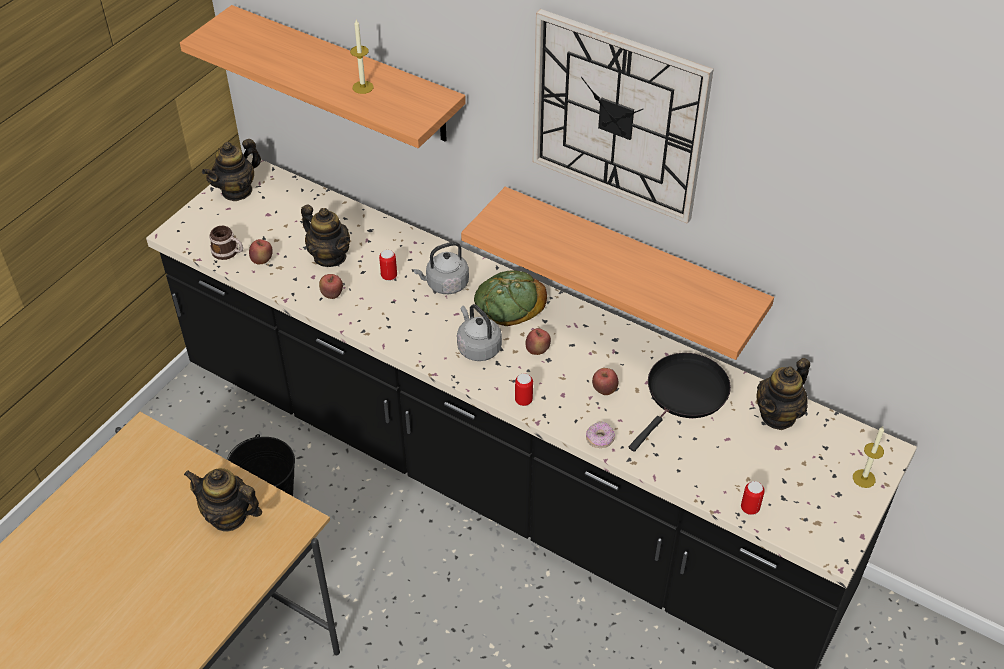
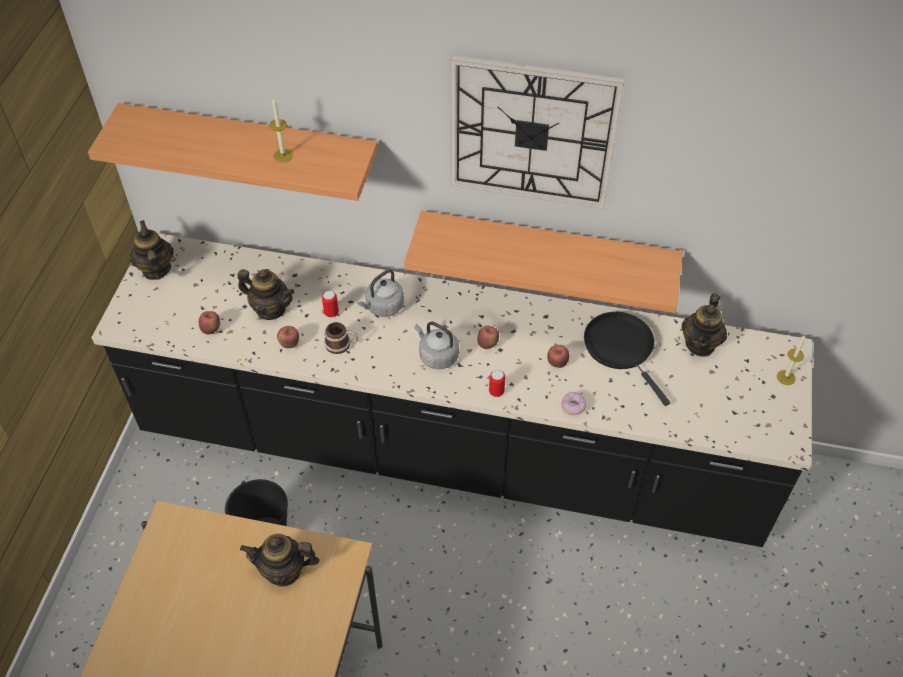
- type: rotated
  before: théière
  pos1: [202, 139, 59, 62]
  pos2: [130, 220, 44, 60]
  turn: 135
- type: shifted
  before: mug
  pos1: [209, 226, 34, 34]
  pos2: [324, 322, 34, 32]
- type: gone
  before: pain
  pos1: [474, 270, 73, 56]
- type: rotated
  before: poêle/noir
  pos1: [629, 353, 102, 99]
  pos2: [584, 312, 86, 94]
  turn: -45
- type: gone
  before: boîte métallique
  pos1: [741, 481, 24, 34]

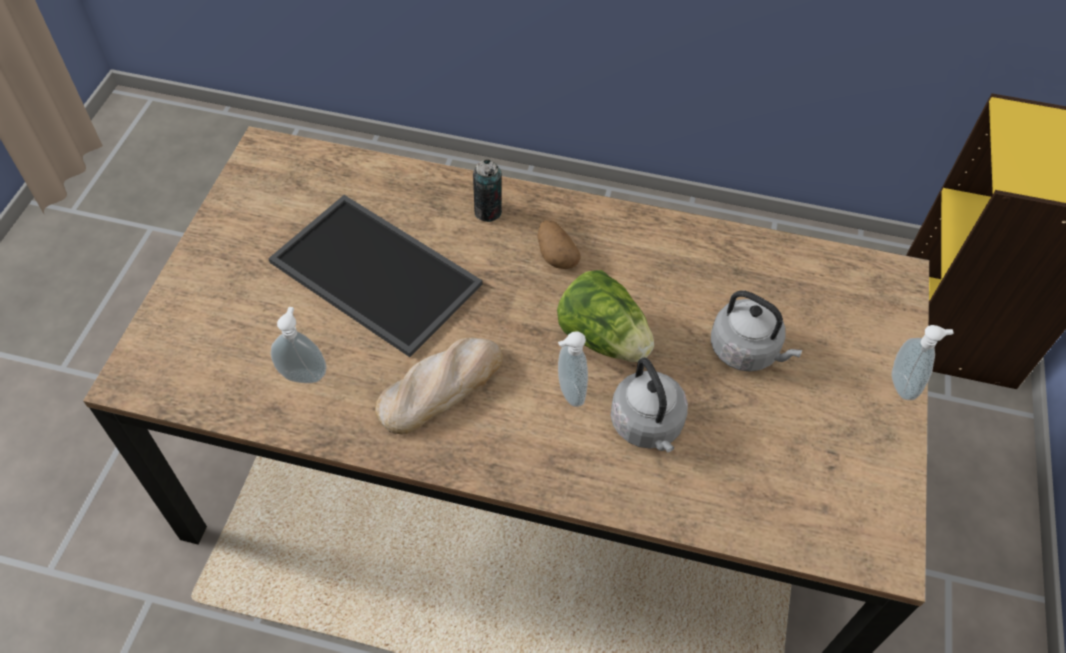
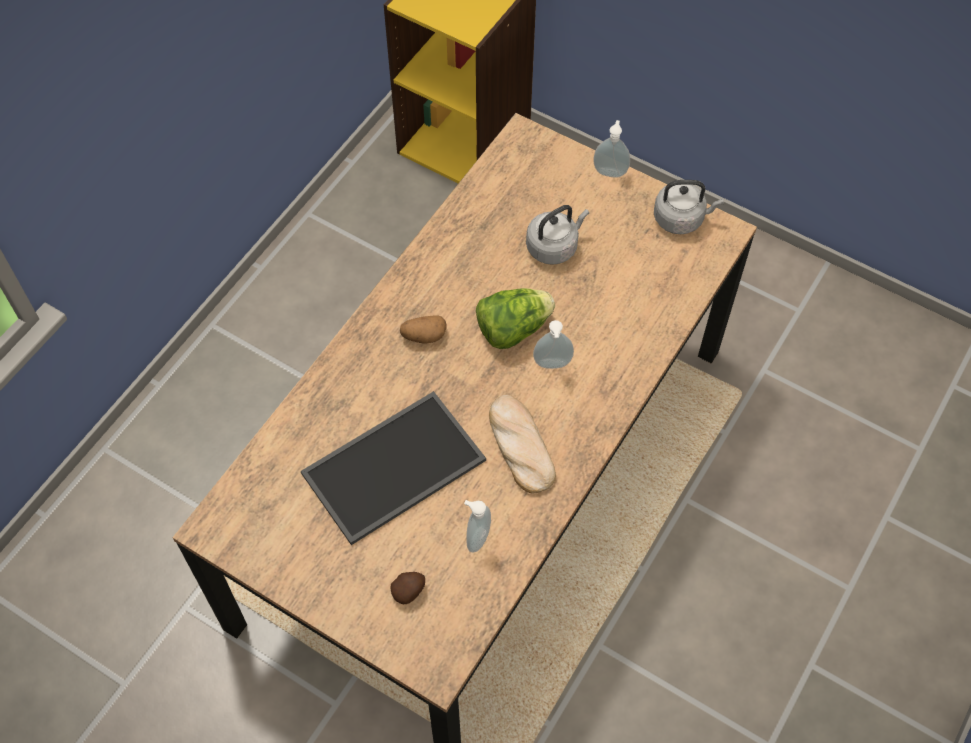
- type: gone
  before: boîte métallique
  pos1: [473, 159, 29, 63]
- type: shifted
  before: bouilloire/gris
  pos1: [611, 358, 77, 94]
  pos2: [654, 180, 70, 54]
- type: new
  after: pomme de terre
  pos2: [390, 572, 35, 32]

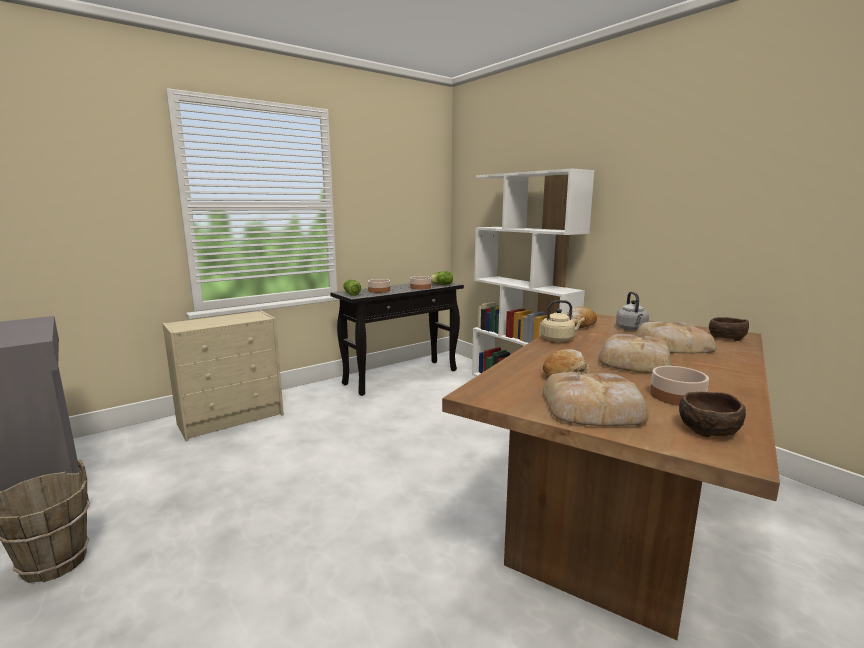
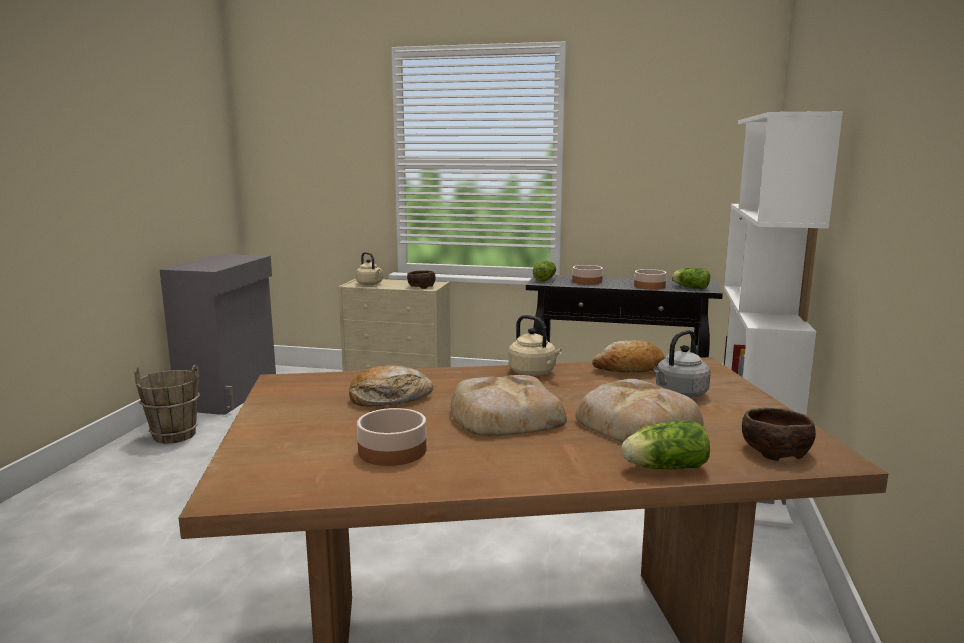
- type: gone
  before: pain
  pos1: [543, 372, 106, 54]
- type: shifted
  before: bol/marron
  pos1: [679, 392, 67, 45]
  pos2: [407, 270, 29, 19]
- type: new
  after: bouilloire/beige
  pos2: [356, 252, 26, 33]
- type: new
  after: laitue
  pos2: [622, 421, 88, 49]

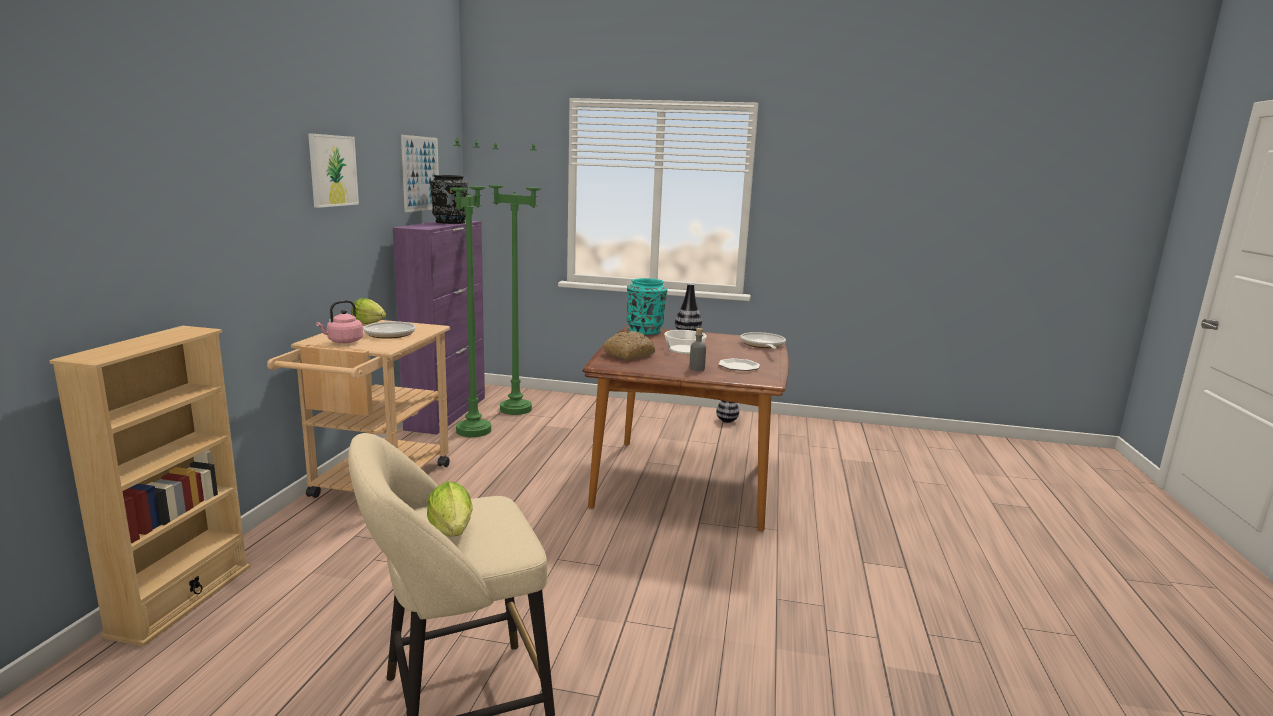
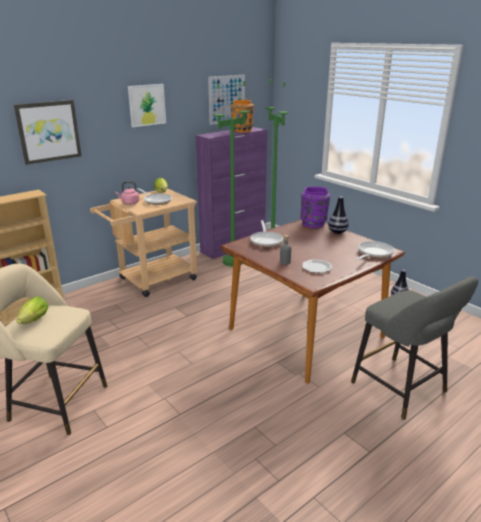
- type: repainted
  before: vase/noir
  after: vase/orange
  pos1: [430, 175, 38, 49]
  pos2: [231, 100, 23, 32]
- type: swapped
  before: pain
  after: poêle
  pos1: [603, 331, 52, 29]
  pos2: [250, 220, 33, 27]
- type: repainted
  before: vase/turquoise
  after: vase/violet
  pos1: [626, 278, 41, 57]
  pos2: [300, 186, 31, 42]
- type: gone
  before: bol
  pos1: [664, 330, 43, 24]
- type: new
  after: tableau
  pos2: [14, 100, 67, 65]
- type: new
  after: tabouret/gris
  pos2: [351, 276, 127, 144]

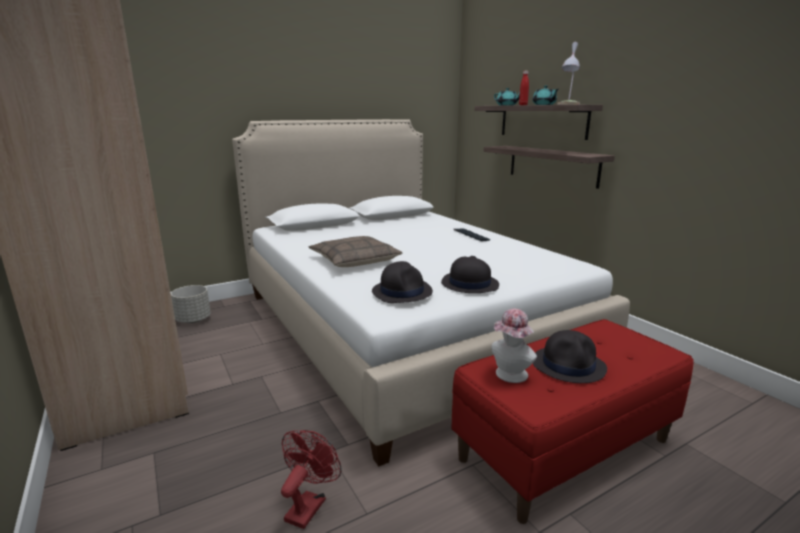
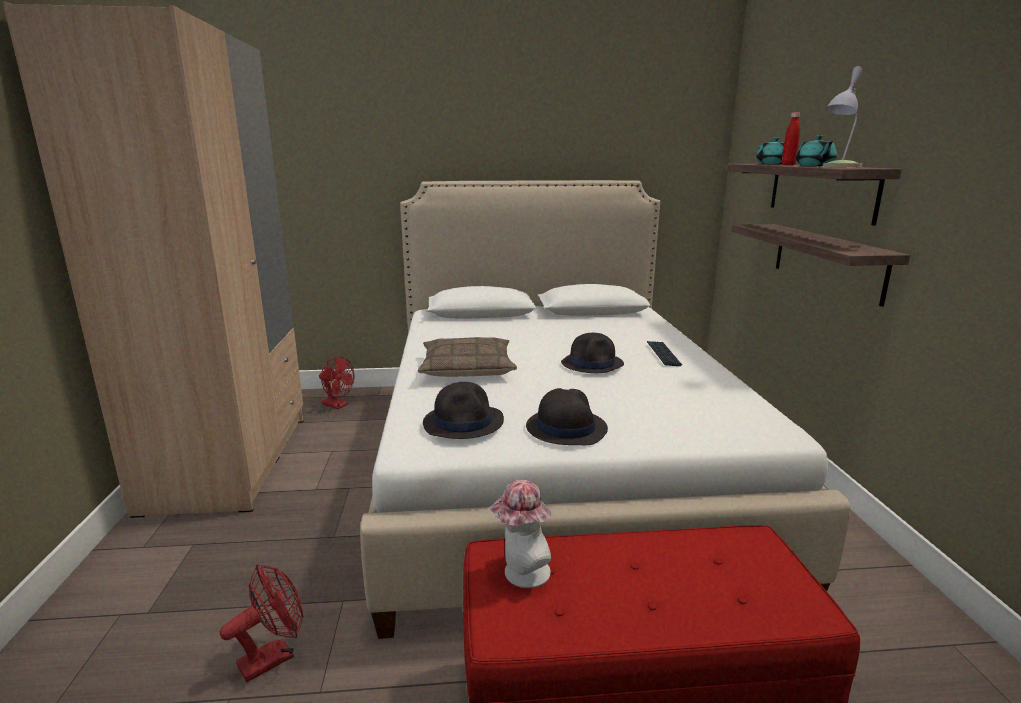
- type: swapped
  before: cache-pot/gris
  after: ventilateur/rouge
  pos1: [171, 285, 40, 38]
  pos2: [319, 356, 35, 53]
- type: shifted
  before: chapeau/noir
  pos1: [533, 330, 74, 53]
  pos2: [561, 333, 63, 40]

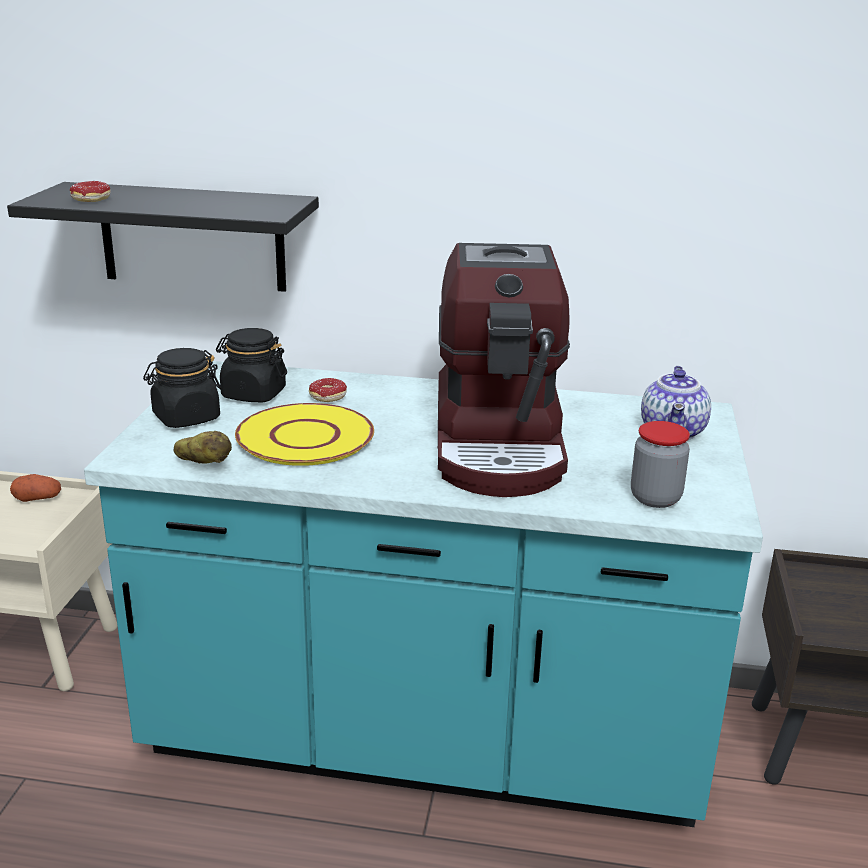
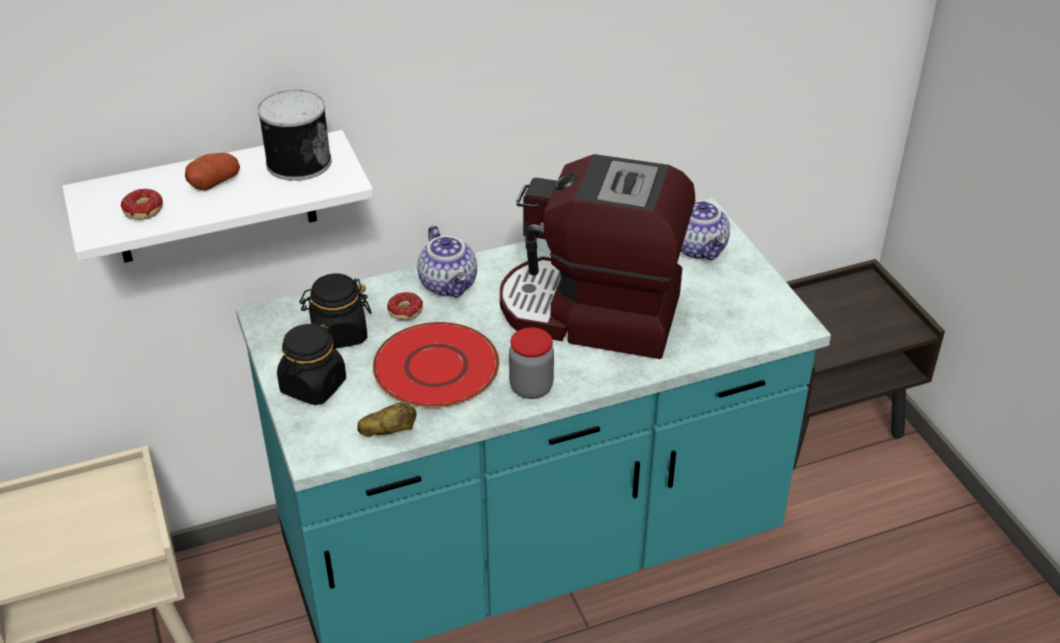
- type: repainted
  before: étagère/noir
  after: étagère/blanc
  pos1: [7, 182, 312, 110]
  pos2: [62, 130, 312, 133]
- type: shifted
  before: pomme de terre
  pos1: [10, 474, 51, 28]
  pos2: [185, 153, 55, 37]
- type: repainted
  before: assiette/jaune
  after: assiette/rouge
  pos1: [235, 403, 139, 63]
  pos2: [373, 322, 126, 86]
- type: rotated
  before: machine à café
  pos1: [438, 243, 132, 254]
  pos2: [500, 154, 195, 205]
  turn: 135
- type: shifted
  before: bocal
  pos1: [631, 421, 59, 87]
  pos2: [509, 327, 45, 72]
- type: new
  after: boîte métallique
  pos2: [257, 89, 75, 92]
- type: new
  after: théière
  pos2: [417, 225, 60, 72]

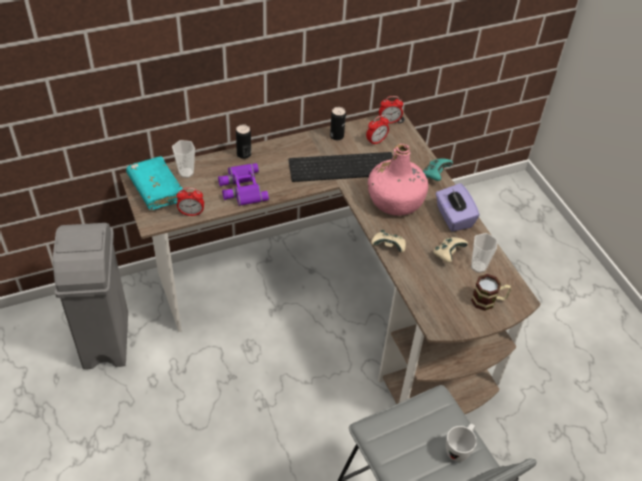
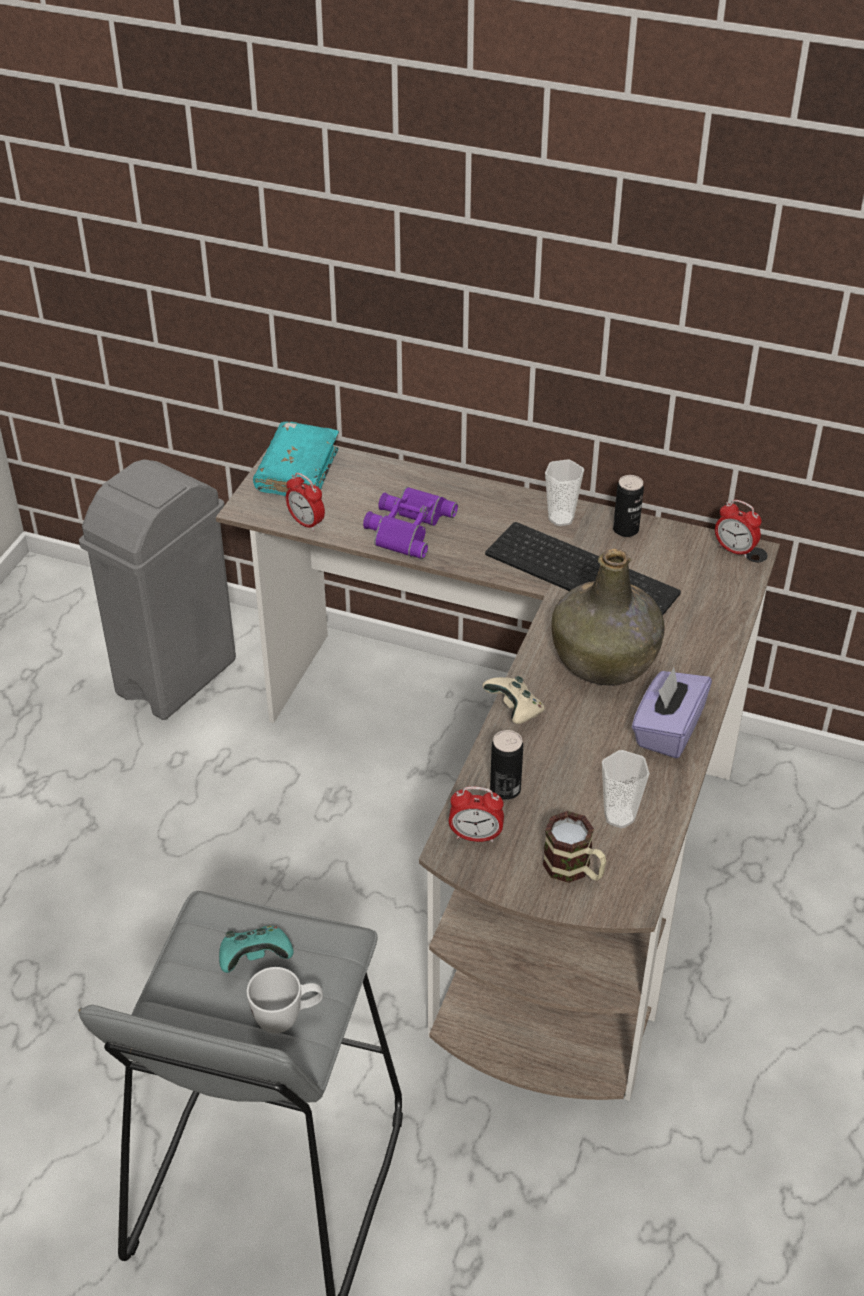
- type: shifted
  before: tasse
  pos1: [172, 140, 23, 38]
  pos2: [545, 459, 39, 67]
- type: shifted
  before: boîte métallique
  pos1: [236, 124, 15, 35]
  pos2: [490, 730, 33, 70]
- type: shifted
  before: réveil
  pos1: [366, 115, 23, 31]
  pos2: [449, 786, 55, 56]
- type: repainted
  before: bouteille/rose
  after: bouteille/vert
  pos1: [368, 144, 60, 72]
  pos2: [551, 549, 114, 137]
- type: shifted
  before: manette/turquoise
  pos1: [423, 159, 30, 22]
  pos2: [219, 926, 74, 47]
- type: gone
  before: manette/beige
  pos1: [433, 237, 35, 26]

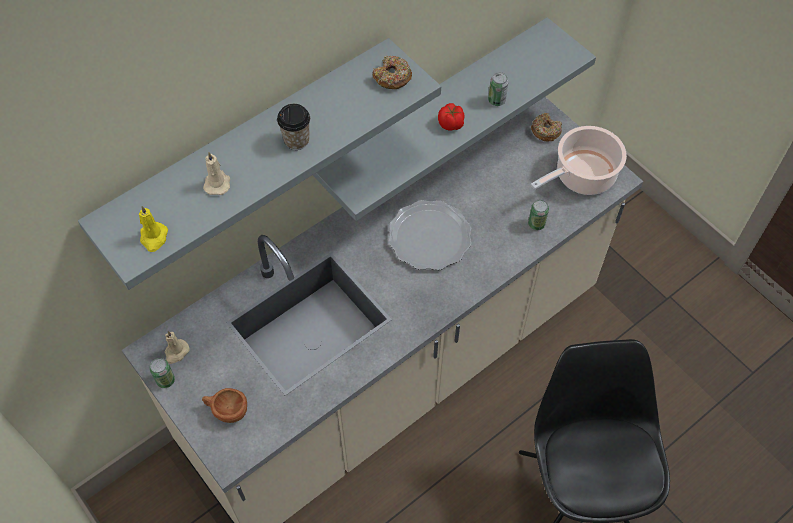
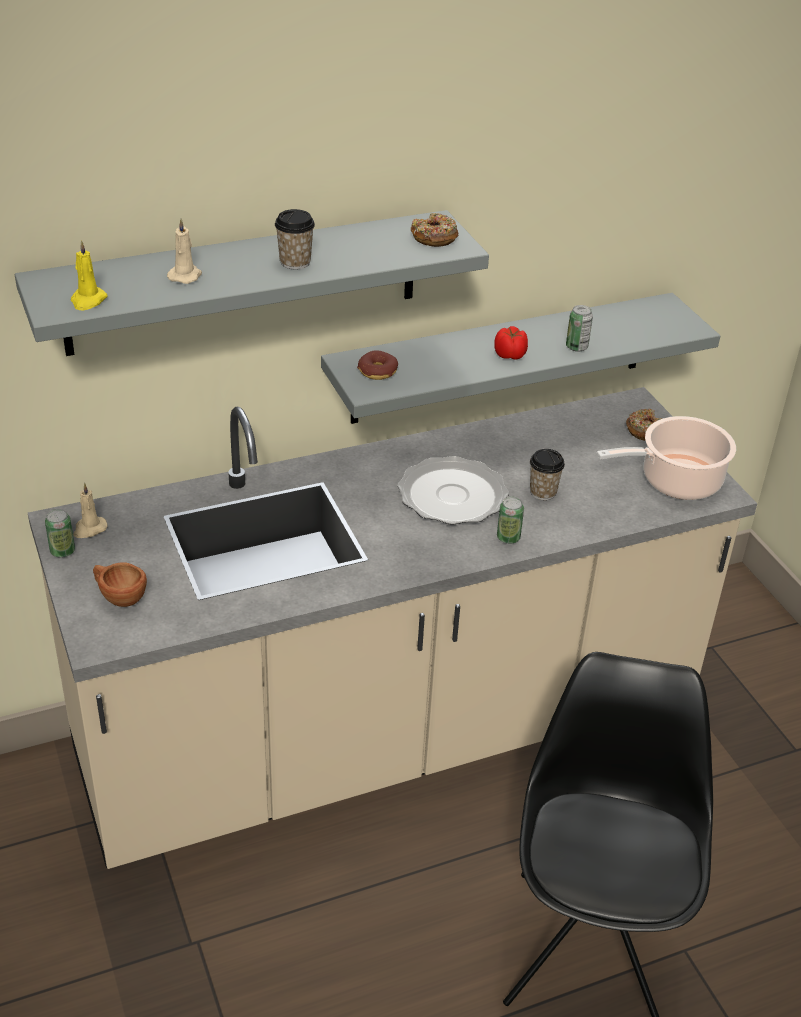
- type: shifted
  before: boîte métallique
  pos1: [528, 200, 21, 30]
  pos2: [497, 497, 27, 47]
- type: new
  after: beignet
  pos2: [357, 350, 41, 30]
- type: new
  after: tasse
  pos2: [530, 449, 35, 51]

